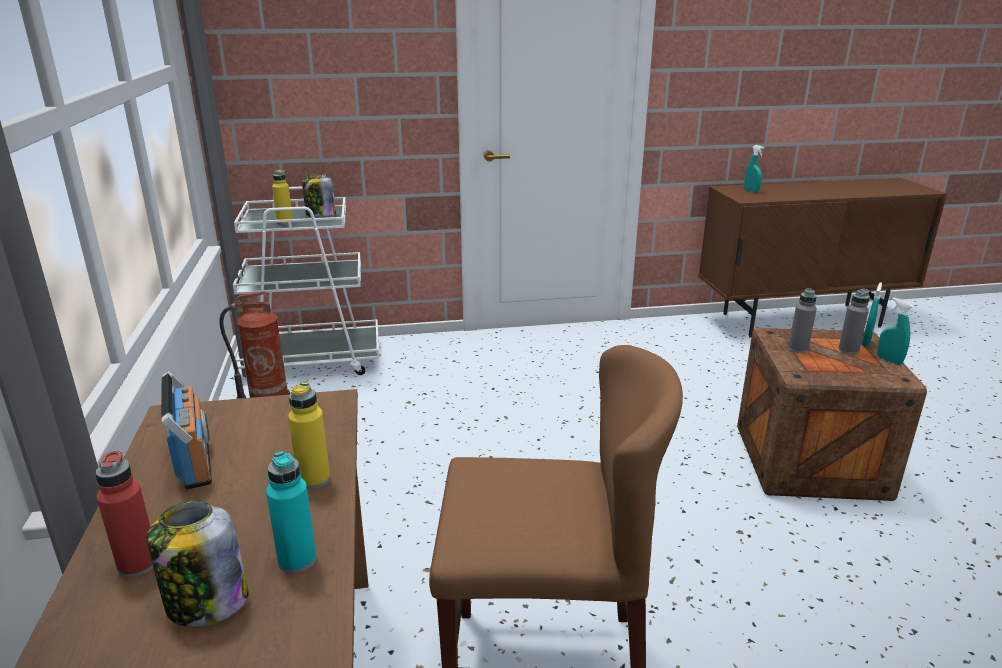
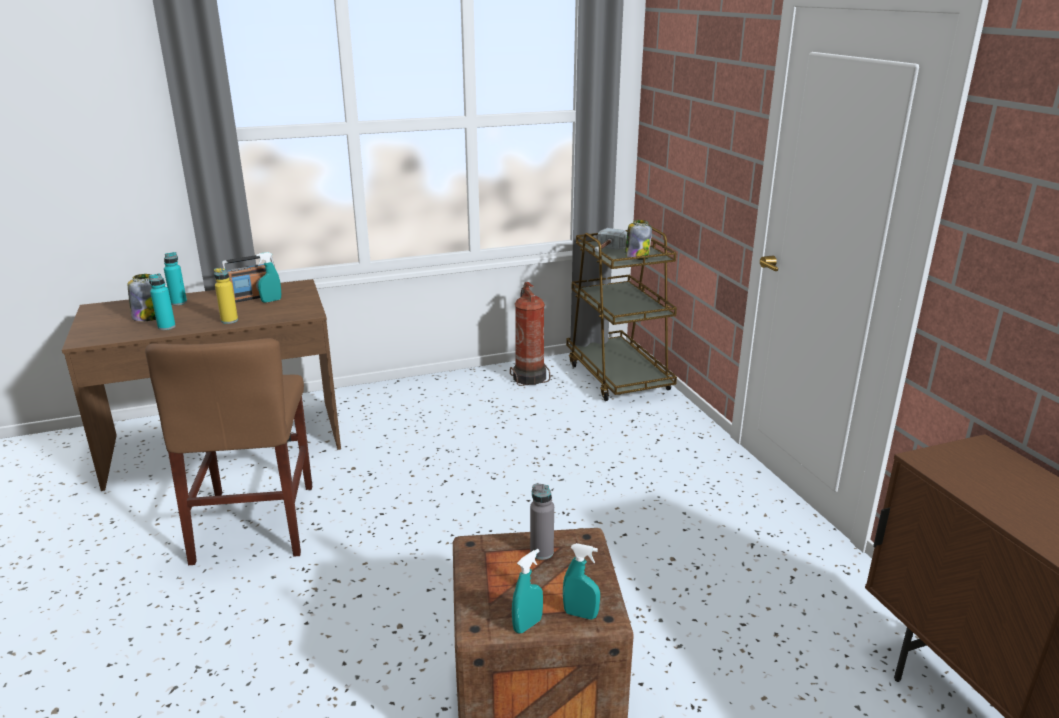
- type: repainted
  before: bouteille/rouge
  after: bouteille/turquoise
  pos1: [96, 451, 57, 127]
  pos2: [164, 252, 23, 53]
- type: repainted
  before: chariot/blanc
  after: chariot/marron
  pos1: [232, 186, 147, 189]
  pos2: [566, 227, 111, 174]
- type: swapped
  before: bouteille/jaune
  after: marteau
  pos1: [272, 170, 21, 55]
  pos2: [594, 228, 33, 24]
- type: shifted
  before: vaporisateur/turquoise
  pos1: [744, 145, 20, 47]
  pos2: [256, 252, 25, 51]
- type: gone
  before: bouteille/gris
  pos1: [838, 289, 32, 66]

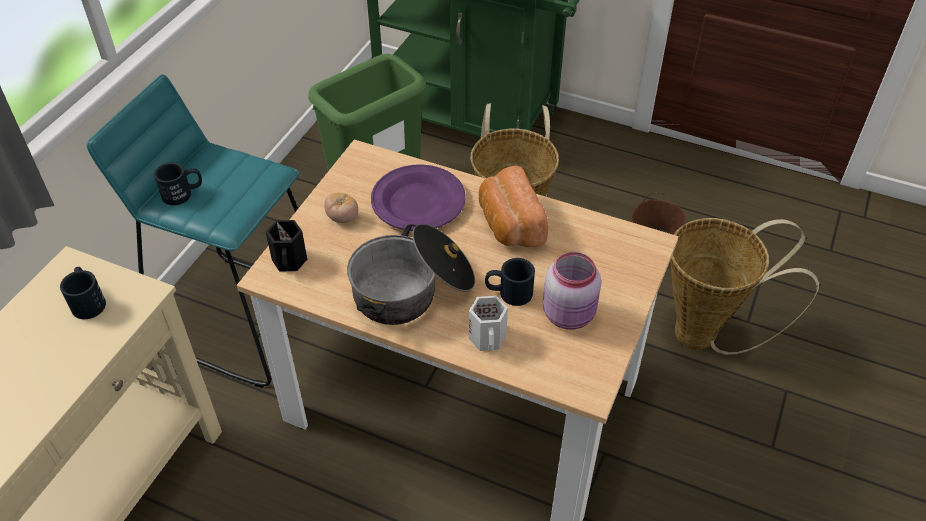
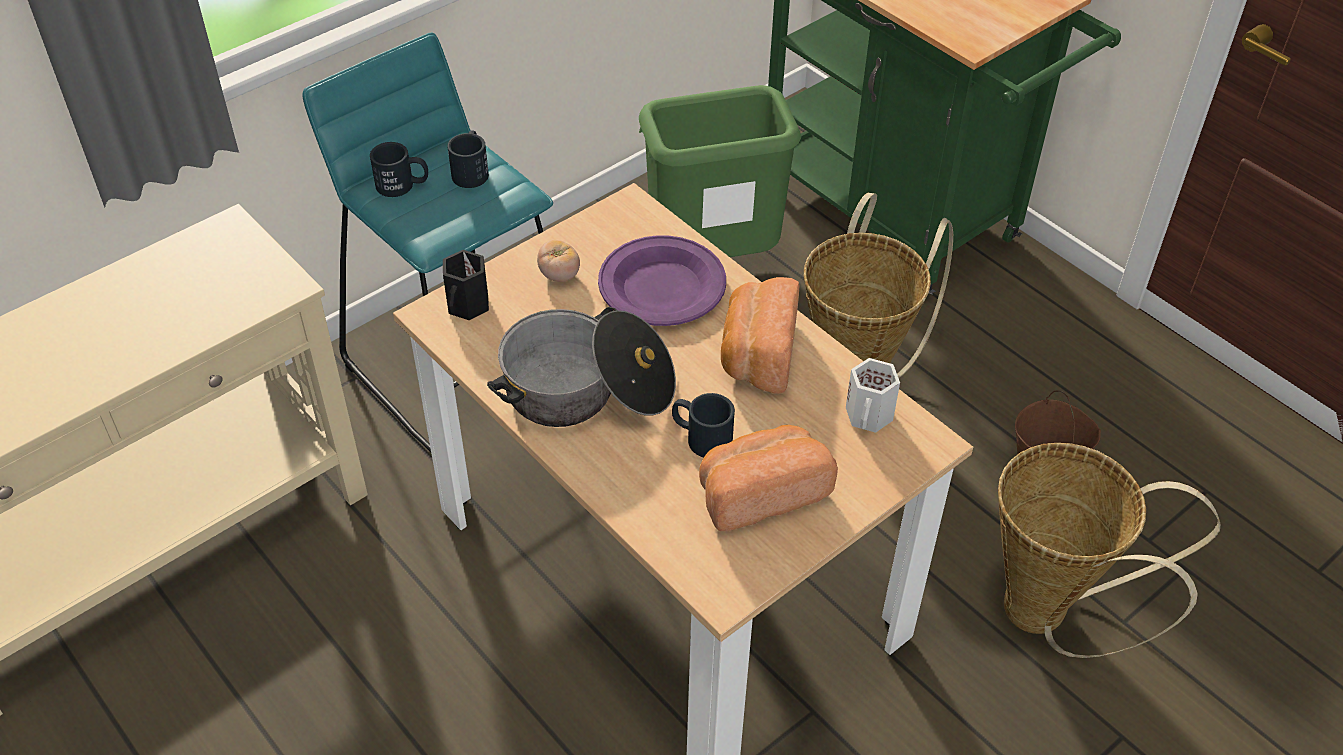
- type: shifted
  before: mug/noir
  pos1: [60, 267, 46, 52]
  pos2: [447, 130, 42, 58]
- type: shifted
  before: mug/blanc
  pos1: [469, 296, 39, 55]
  pos2: [846, 358, 54, 75]
- type: swapped
  before: bocal/rose
  after: pain
  pos1: [543, 252, 58, 78]
  pos2: [699, 425, 139, 106]

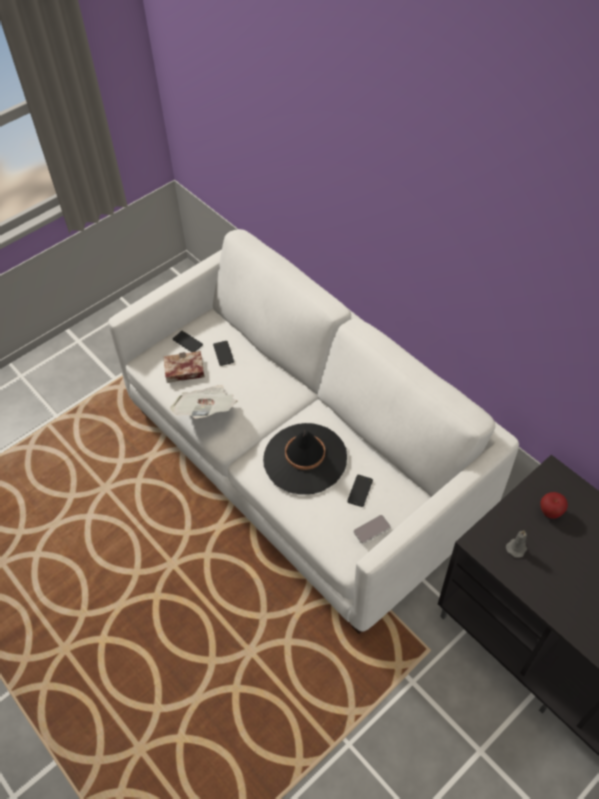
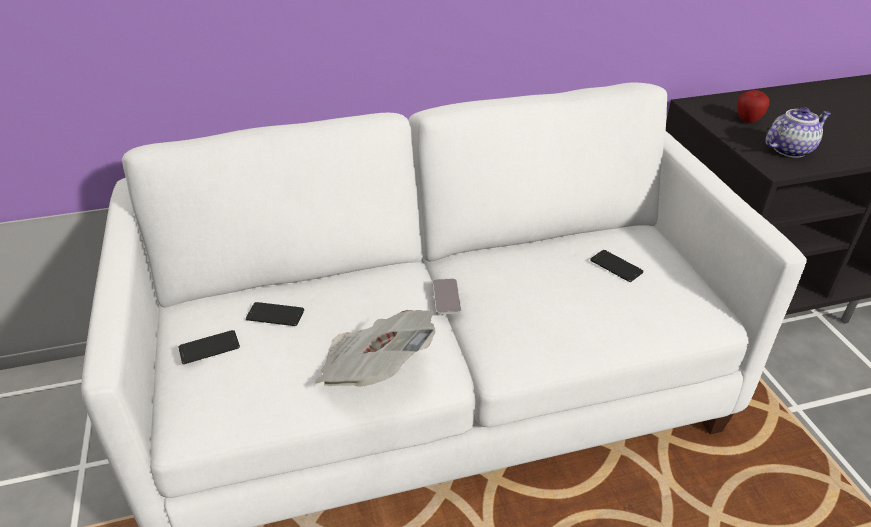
- type: gone
  before: livre
  pos1: [163, 351, 41, 32]
- type: gone
  before: chapeau/noir
  pos1: [263, 423, 84, 72]
- type: shifted
  before: téléphone
  pos1: [354, 515, 37, 29]
  pos2: [433, 279, 28, 35]
- type: swapped
  before: bougie/gris
  after: théière
  pos1: [506, 531, 21, 27]
  pos2: [765, 107, 66, 51]

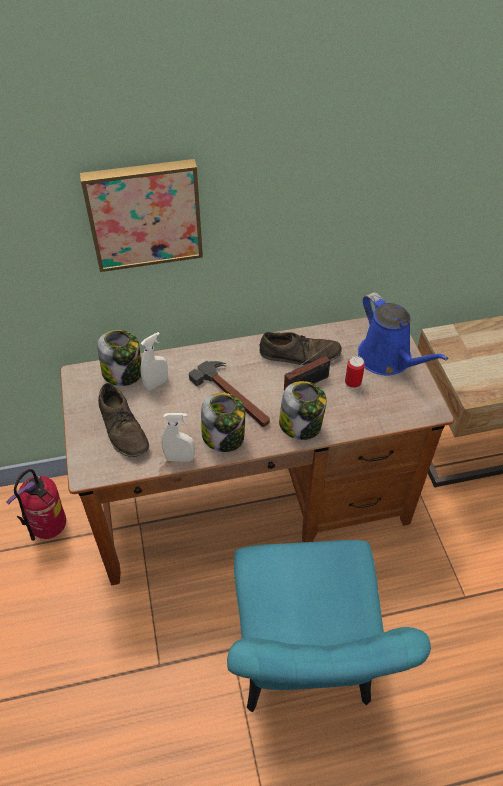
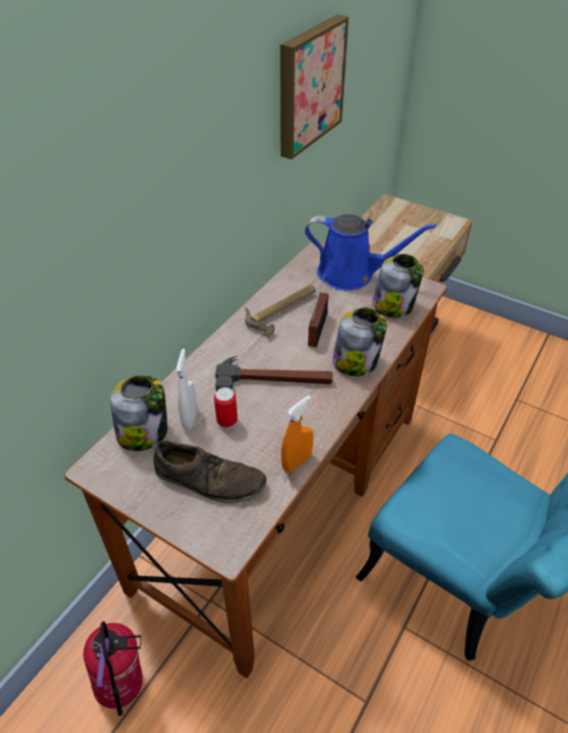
- type: shifted
  before: tableau
  pos1: [80, 159, 123, 113]
  pos2: [280, 14, 69, 146]
- type: repainted
  before: vaporisateur/blanc
  after: vaporisateur/orange
  pos1: [161, 413, 34, 49]
  pos2: [281, 395, 32, 77]
- type: shifted
  before: bocal
  pos1: [201, 393, 44, 59]
  pos2: [372, 254, 52, 64]
- type: swapped
  before: chaussure/marron
  after: marteau
  pos1: [259, 332, 83, 33]
  pos2: [245, 285, 71, 52]
- type: shifted
  before: boîte métallique
  pos1: [345, 356, 20, 33]
  pos2: [214, 387, 24, 42]

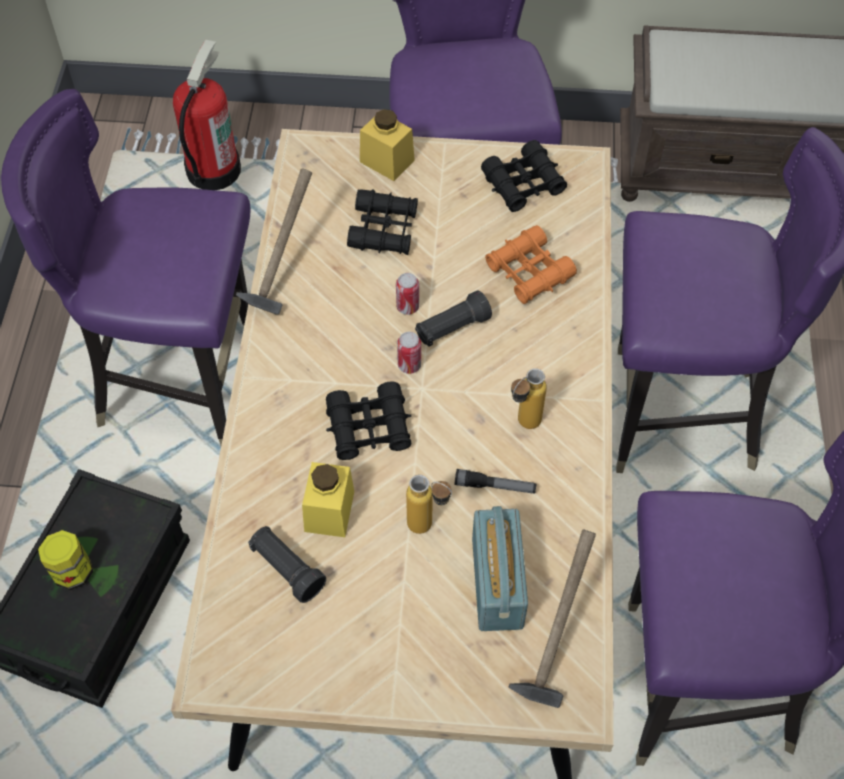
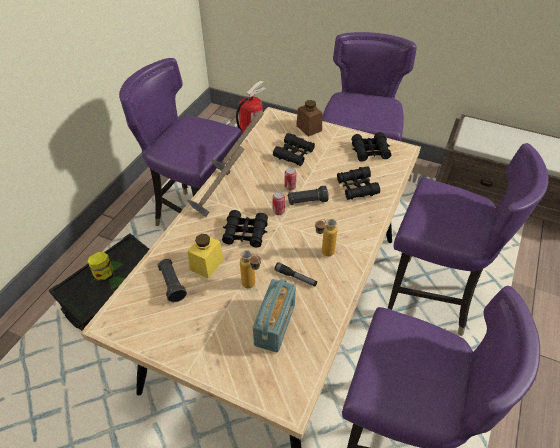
- type: repainted
  before: bocal/jaune
  after: bocal/marron
  pos1: [360, 109, 55, 72]
  pos2: [296, 100, 26, 37]
- type: repainted
  before: jumelles/orange
  after: jumelles/noir
  pos1: [485, 225, 92, 79]
  pos2: [337, 167, 43, 33]
- type: shifted
  before: marteau
  pos1: [509, 530, 87, 178]
  pos2: [187, 146, 57, 71]

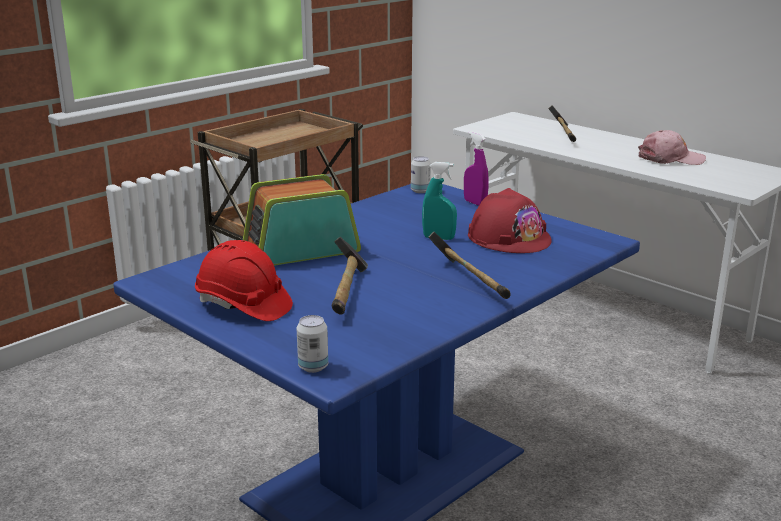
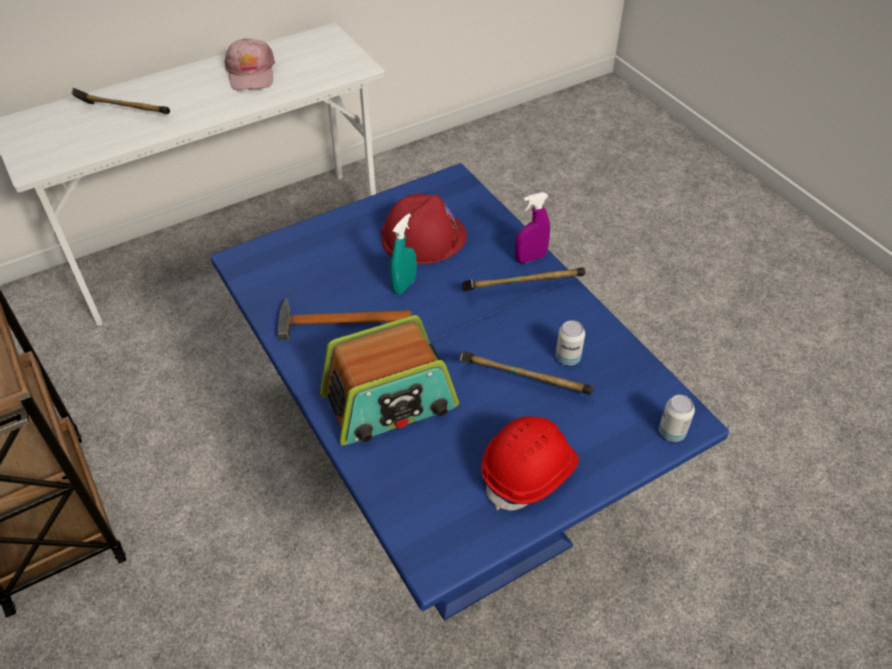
- type: rotated
  before: radio
  pos1: [243, 174, 118, 92]
  pos2: [320, 315, 139, 130]
  turn: -105
- type: shifted
  before: boîte métallique
  pos1: [411, 156, 20, 37]
  pos2: [555, 320, 30, 45]
- type: shifted
  before: vaporisateur/violet
  pos1: [464, 132, 24, 74]
  pos2: [515, 192, 35, 71]
- type: rotated
  before: casquette/rose
  pos1: [638, 130, 68, 35]
  pos2: [224, 38, 51, 52]
  turn: 150
- type: new
  after: marteau
  pos2: [278, 298, 134, 42]

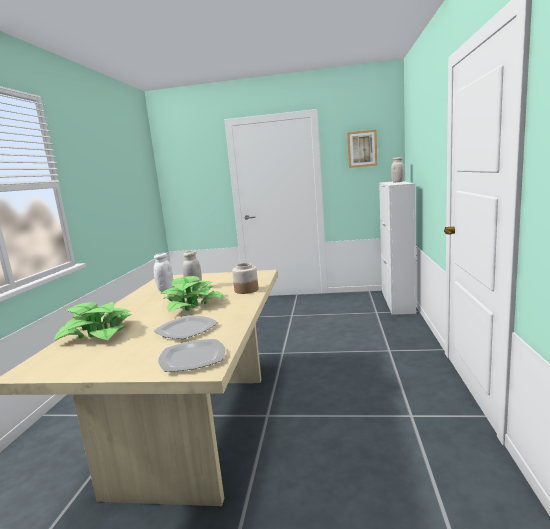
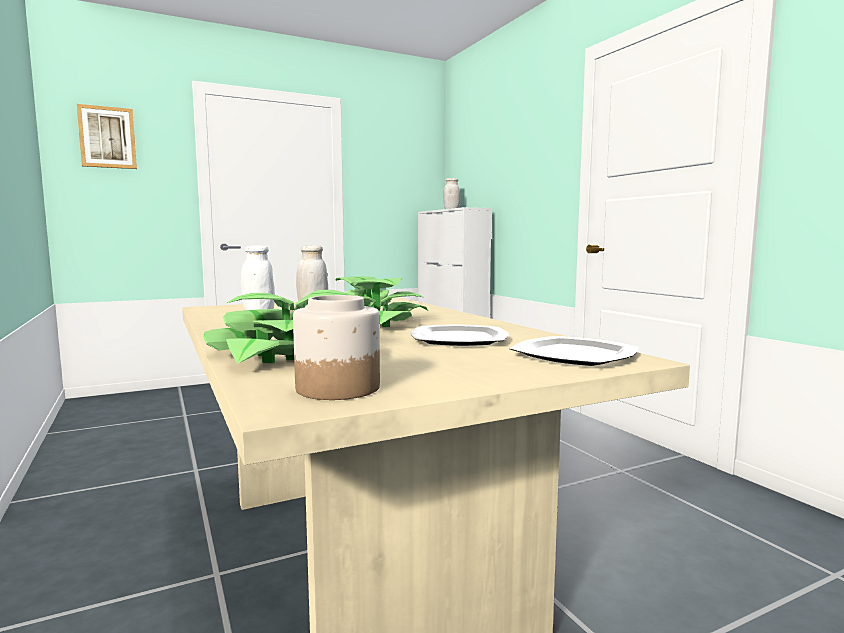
- type: shifted
  before: bocal
  pos1: [232, 263, 26, 31]
  pos2: [293, 295, 87, 105]
- type: shifted
  before: tableau
  pos1: [347, 130, 30, 38]
  pos2: [77, 104, 60, 65]

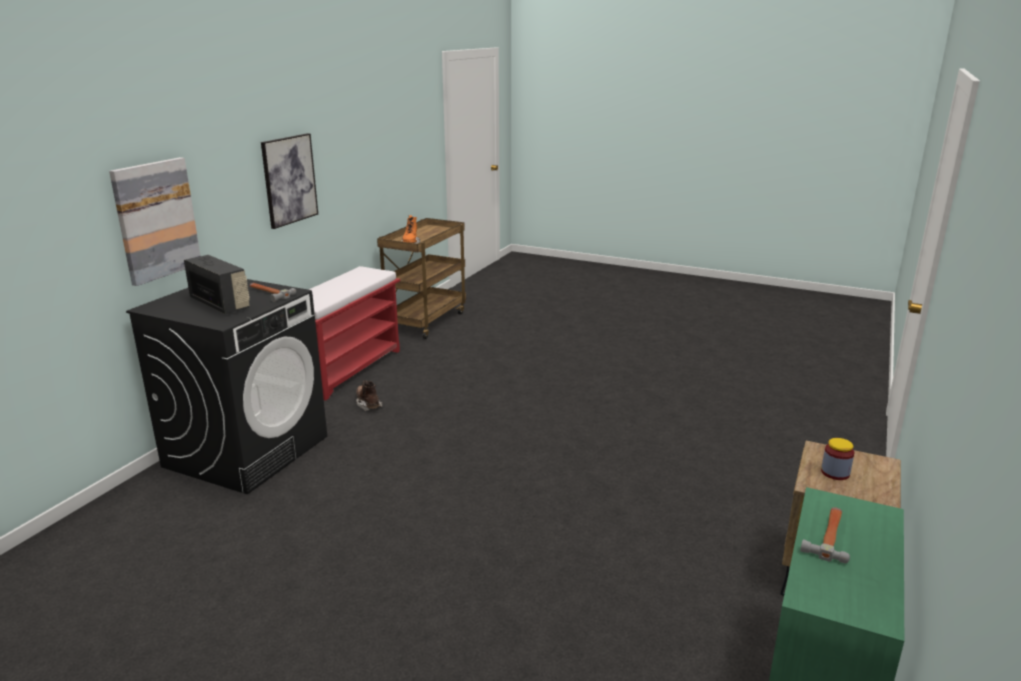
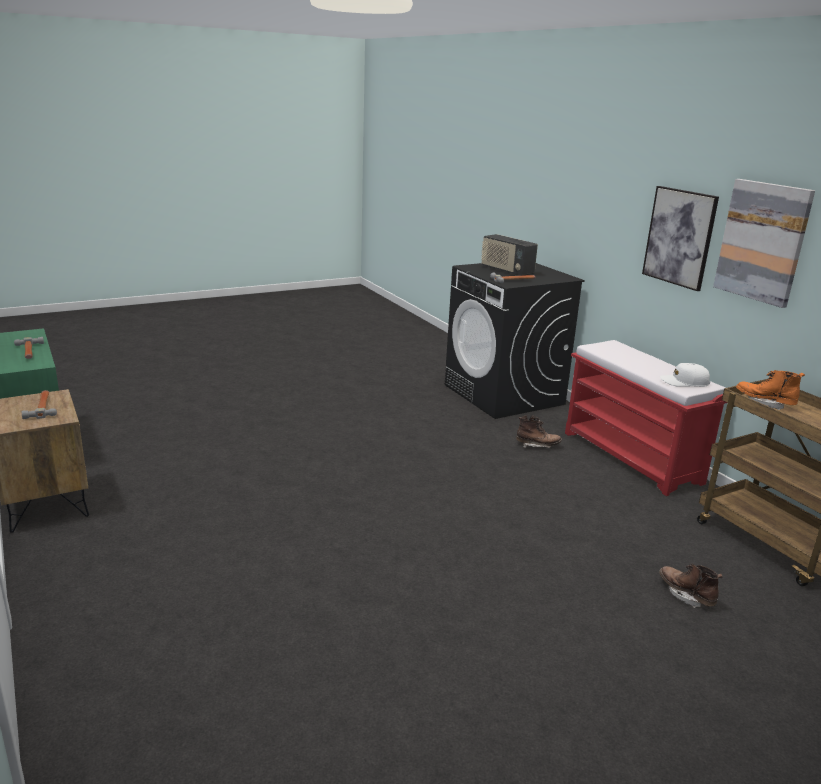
- type: shifted
  before: tableau
  pos1: [109, 157, 91, 129]
  pos2: [713, 179, 102, 129]
- type: rotated
  before: radio
  pos1: [184, 255, 66, 59]
  pos2: [481, 234, 57, 42]
  turn: 60
- type: swapped
  before: bocal
  after: marteau
  pos1: [821, 438, 33, 42]
  pos2: [22, 390, 35, 29]
- type: new
  after: botte/marron
  pos2: [659, 564, 64, 44]
- type: new
  after: casquette/blanc
  pos2: [660, 363, 50, 24]

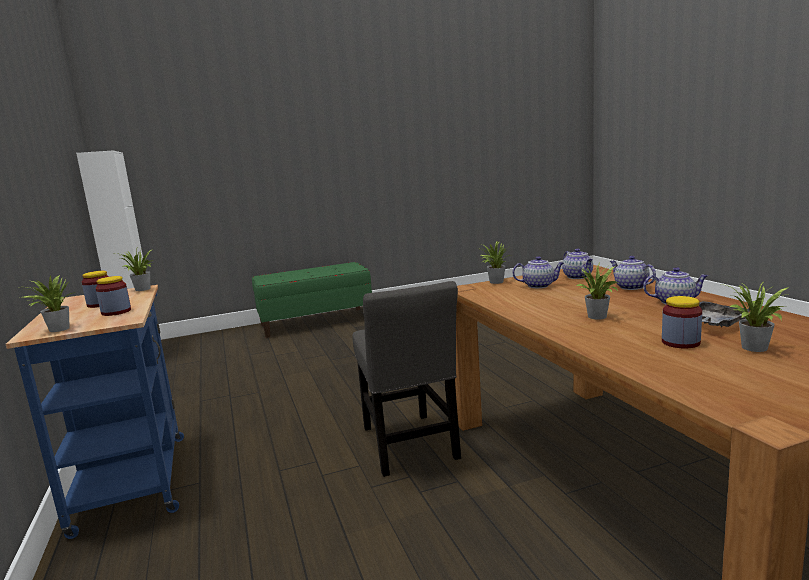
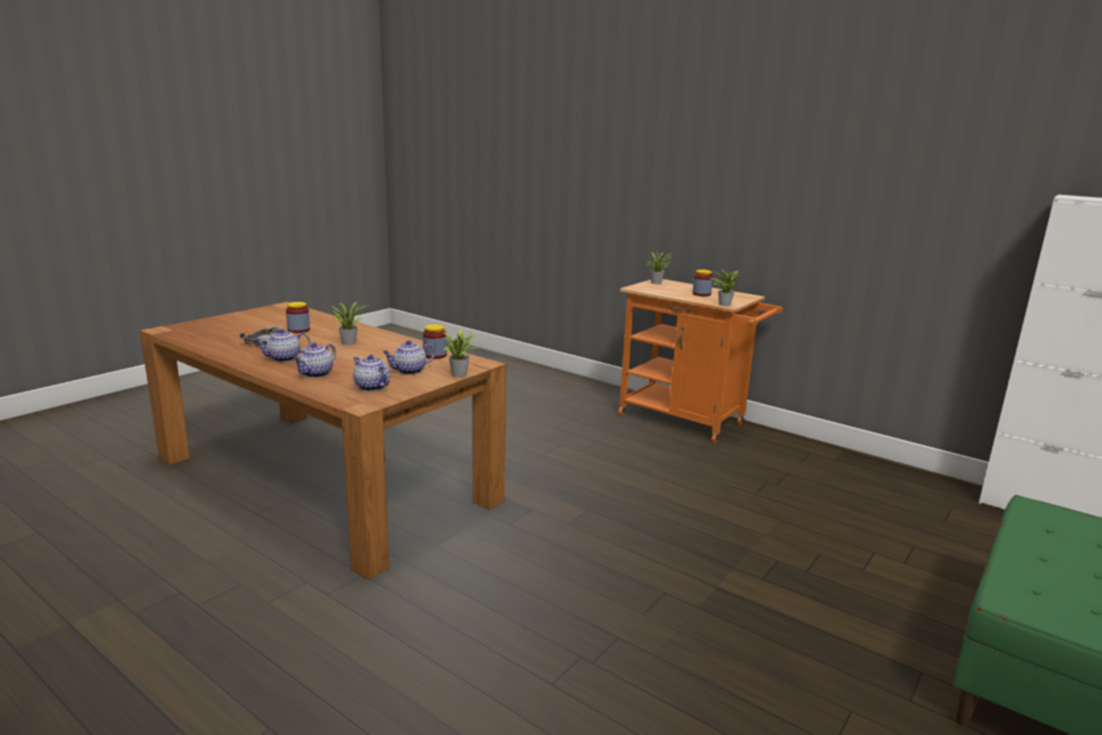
- type: repainted
  before: chariot/bleu
  after: chariot/orange
  pos1: [6, 285, 178, 254]
  pos2: [618, 279, 164, 164]
- type: shifted
  before: bocal
  pos1: [96, 276, 35, 40]
  pos2: [423, 324, 24, 35]
- type: gone
  before: chaise/gris
  pos1: [352, 281, 109, 196]
- type: rotated
  before: théière
  pos1: [610, 256, 46, 34]
  pos2: [293, 343, 43, 35]
  turn: 90
- type: gone
  before: plante en pot
  pos1: [721, 280, 68, 72]

